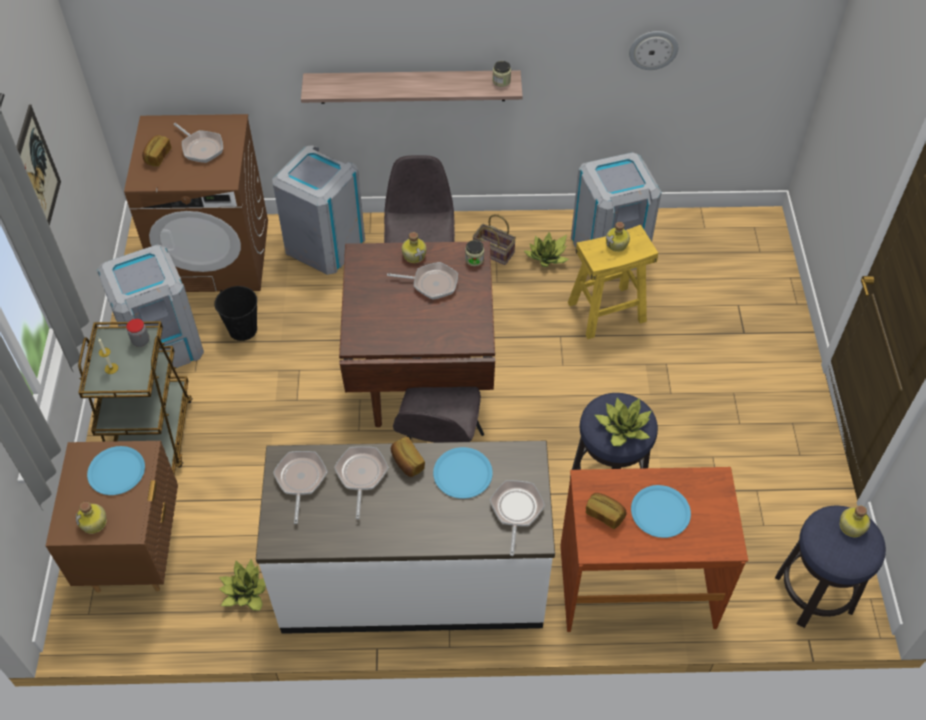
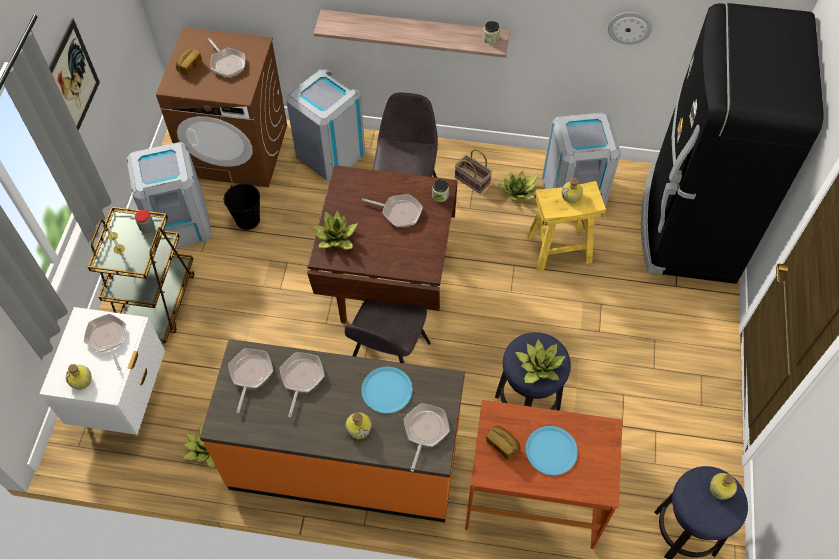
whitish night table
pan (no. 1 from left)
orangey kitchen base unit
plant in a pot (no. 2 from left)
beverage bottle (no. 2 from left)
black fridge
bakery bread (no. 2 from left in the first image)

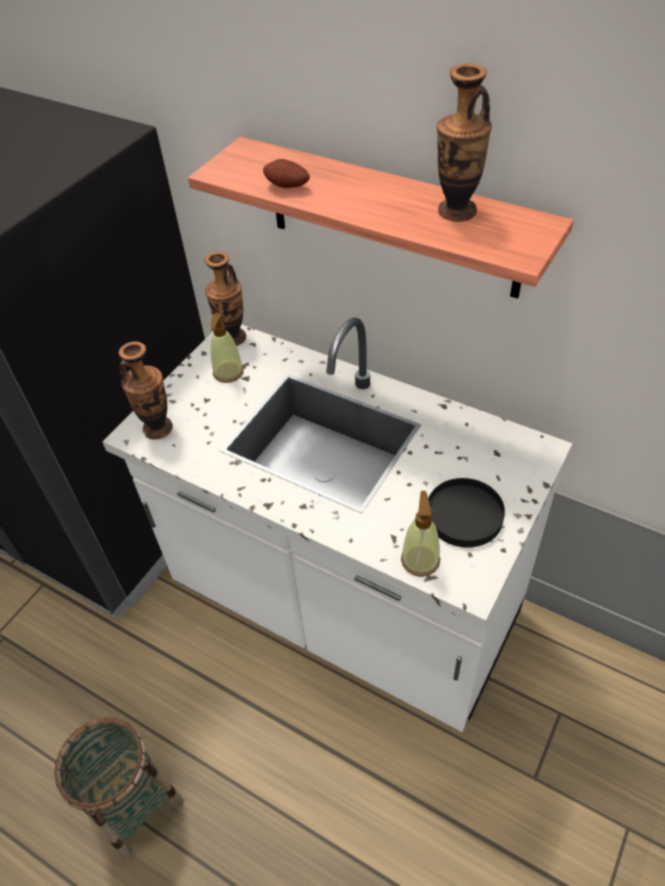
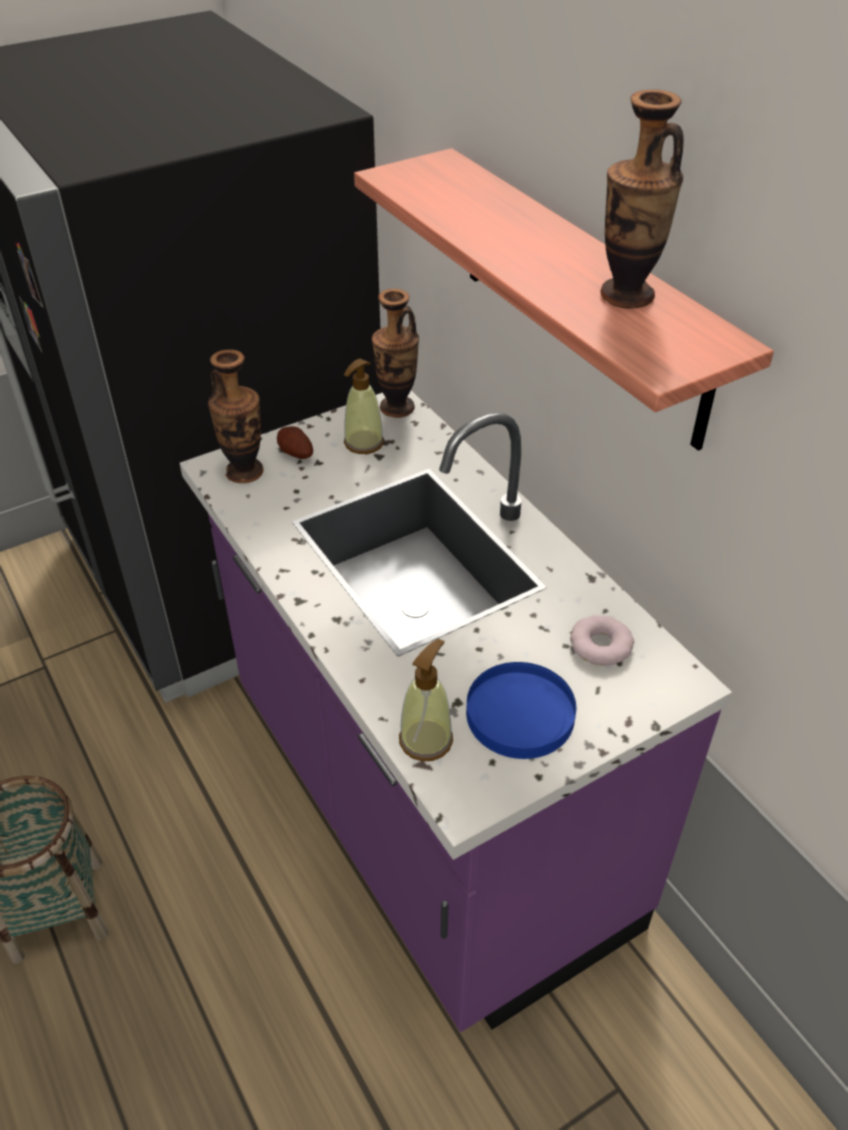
purplish kitchen base unit
potato
bluish plate
donut

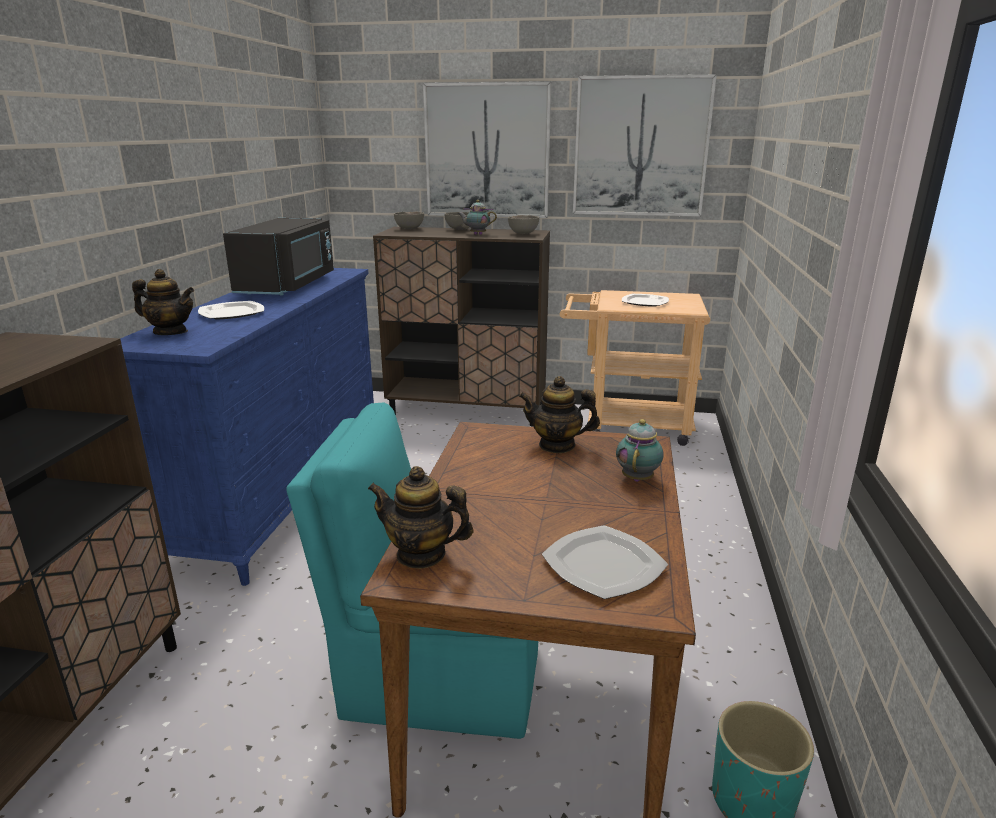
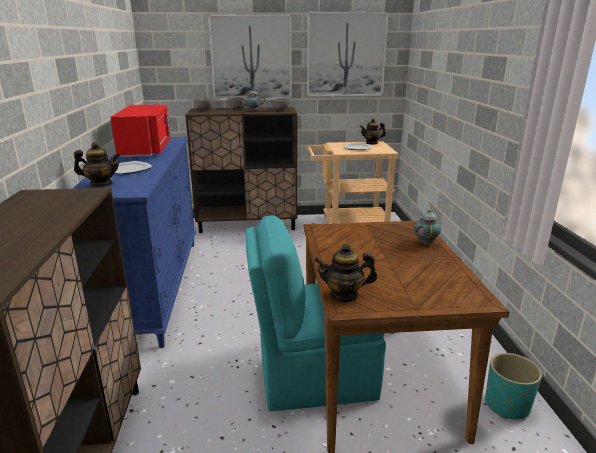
red-coloured kitchen microwave
teapot (no. 4 from left)
plate (no. 2 from left in the first image)

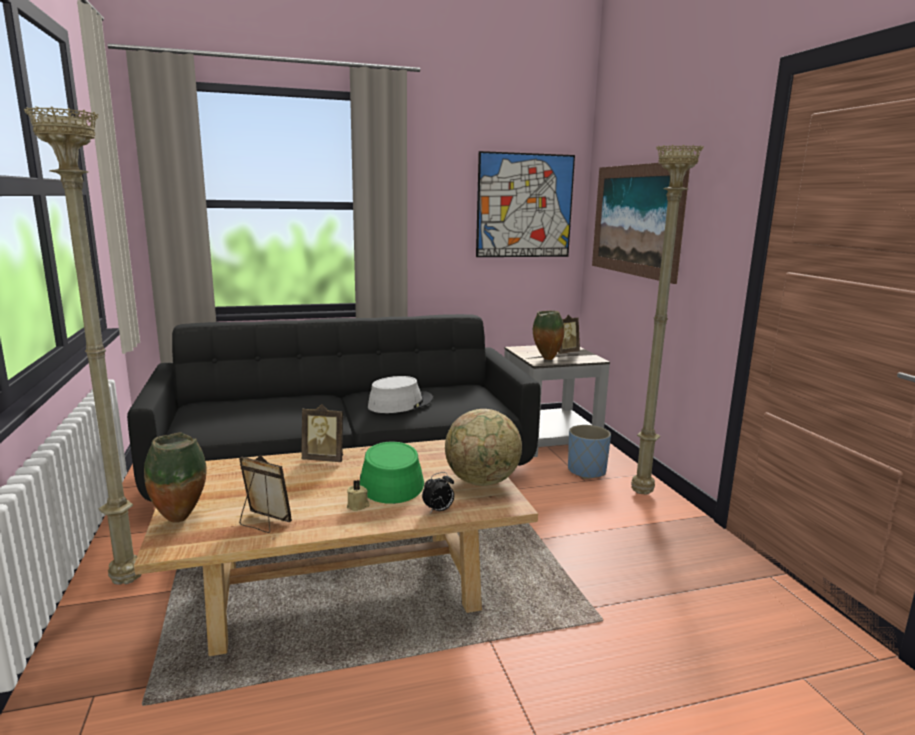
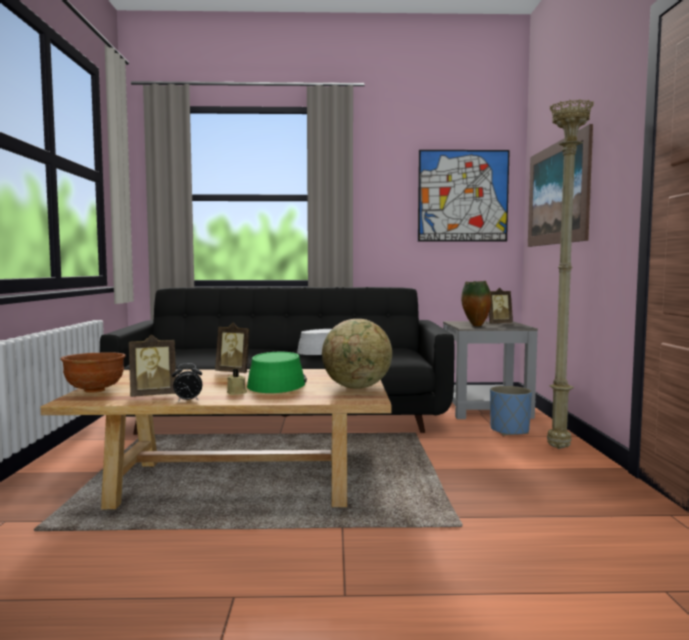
brown-coloured serving bowl
standing frame (no. 1 from left)
bedside clock
beige floor lamp (no. 1 from left in the first image)

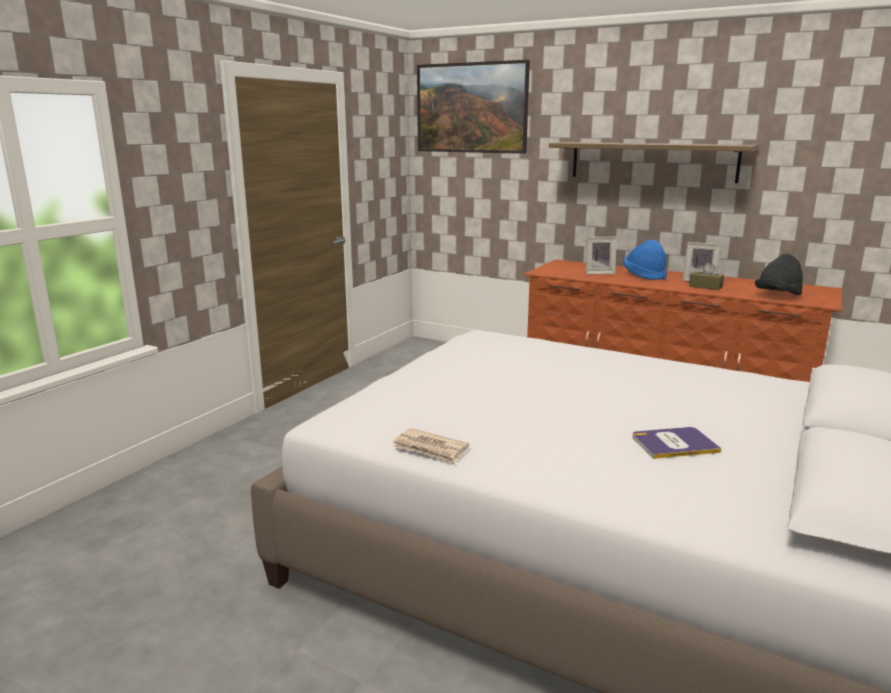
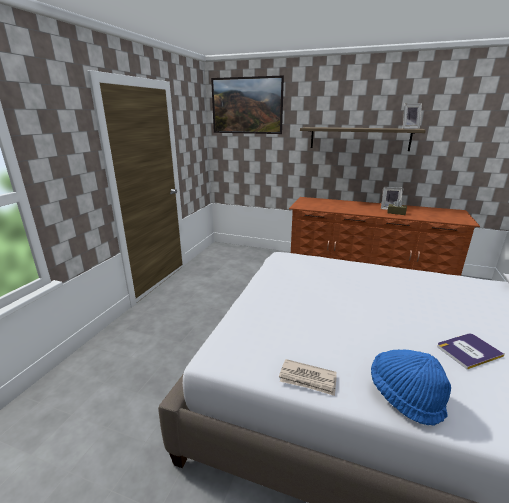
bluish clothing hat
standing frame (no. 2 from left)
black clothing hat

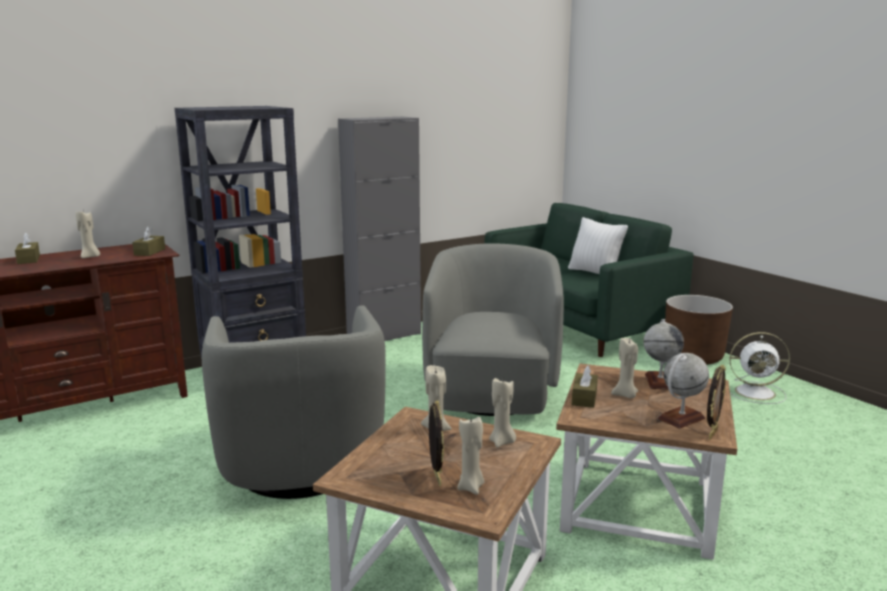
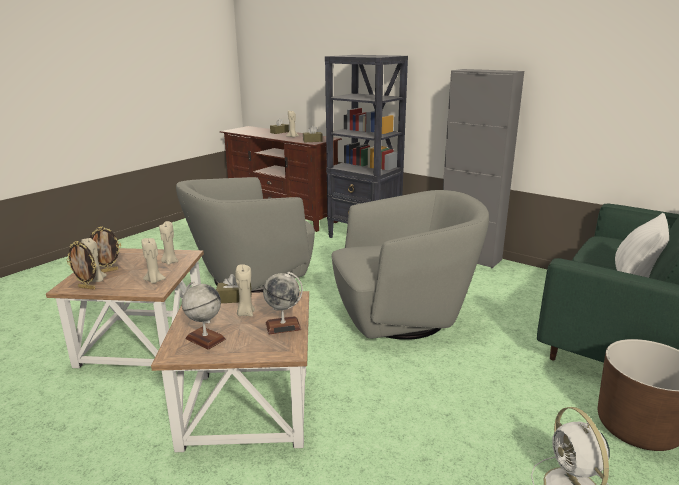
standing frame (no. 1 from left)

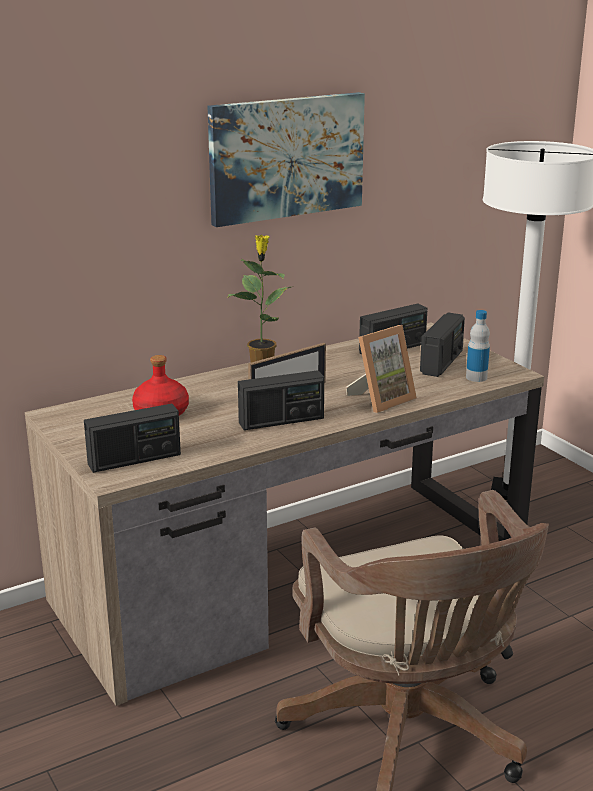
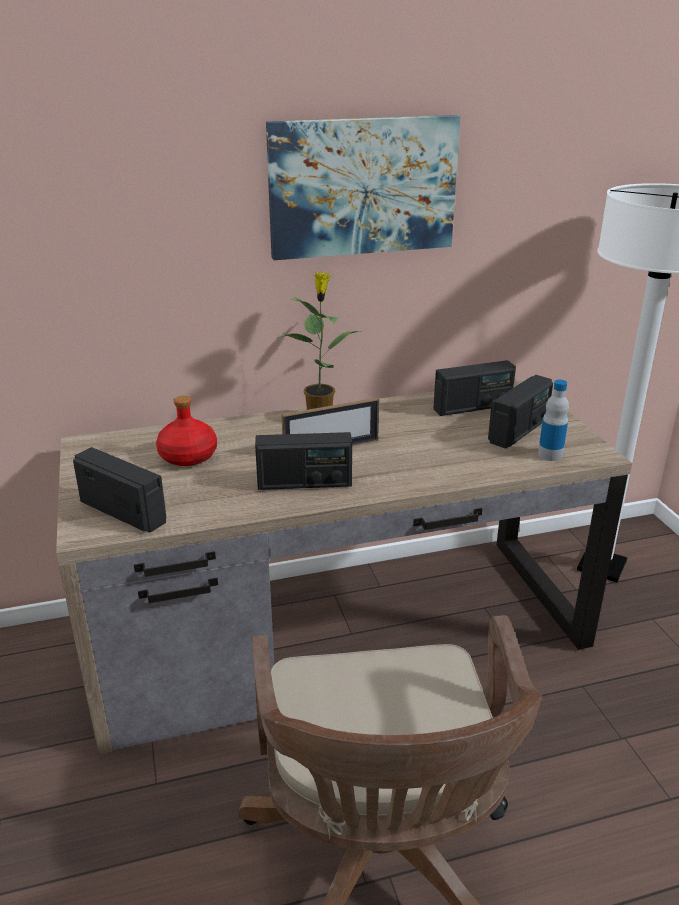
radio receiver (no. 1 from left)
standing frame (no. 2 from left in the first image)

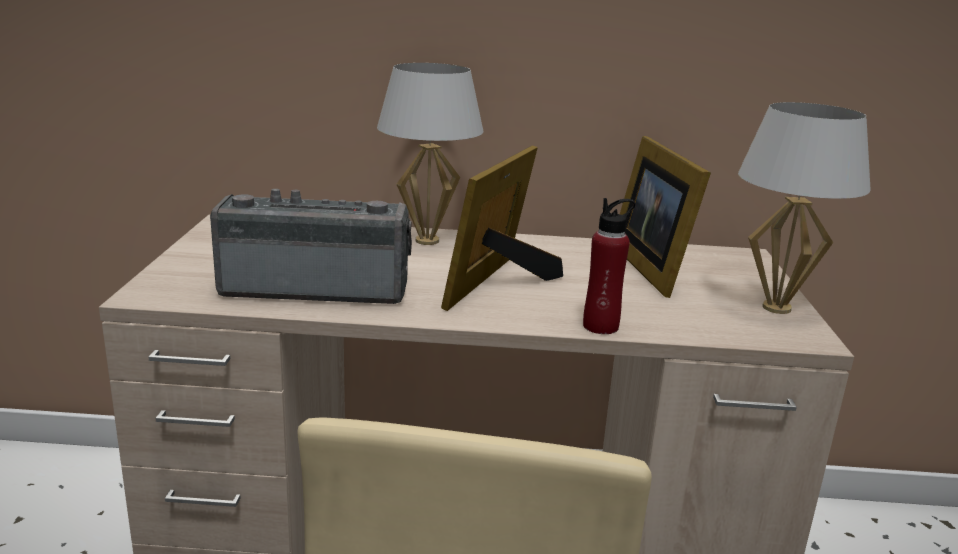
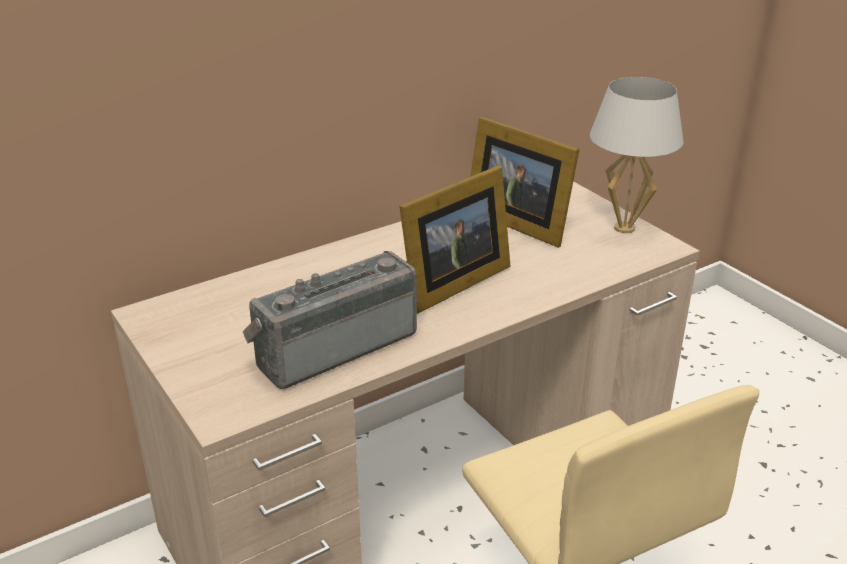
standing frame (no. 1 from left)
whitish tabletop lamp (no. 1 from left in the first image)
red-coloured beverage bottle

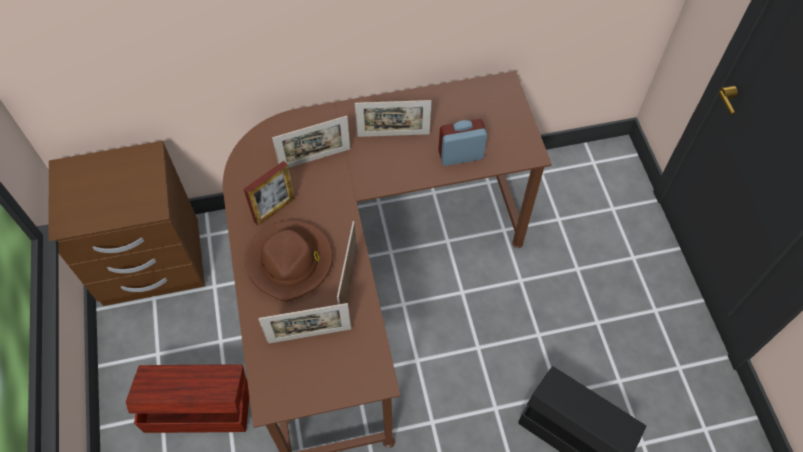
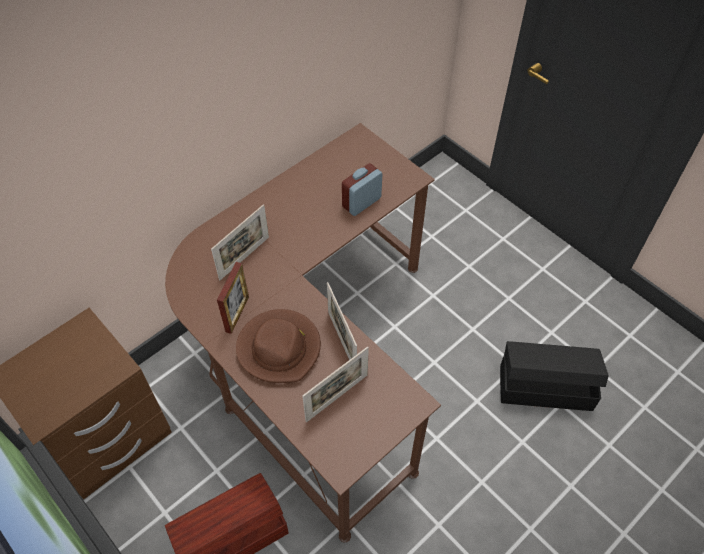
standing frame (no. 5 from left in the first image)

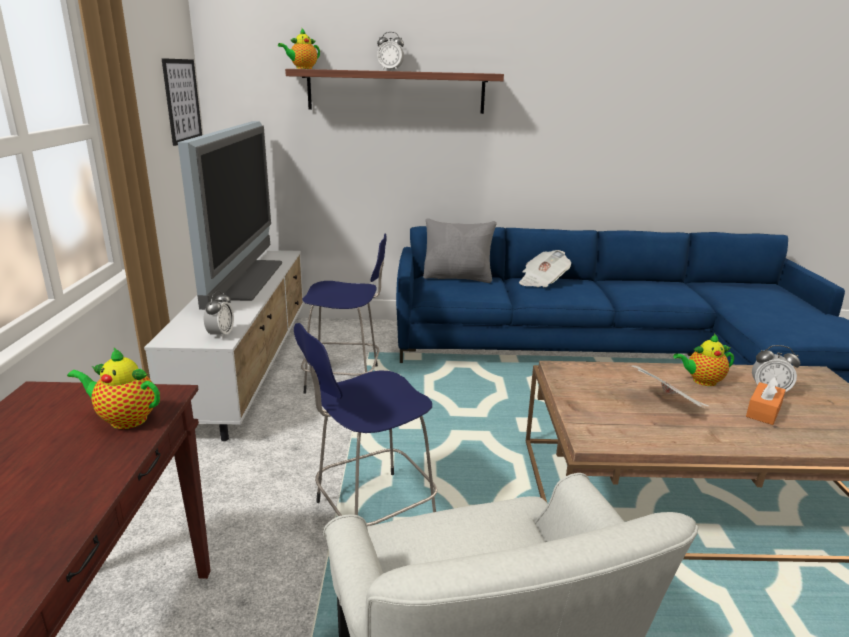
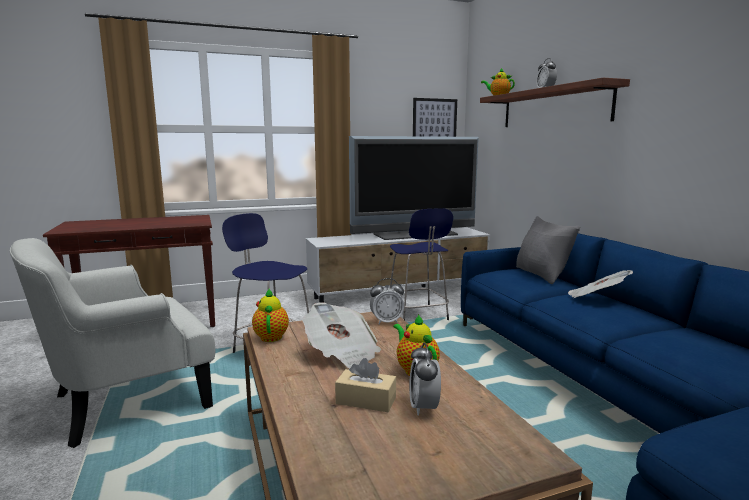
teapot (no. 1 from left)
beige tissue holder
bedside clock (no. 1 from left)

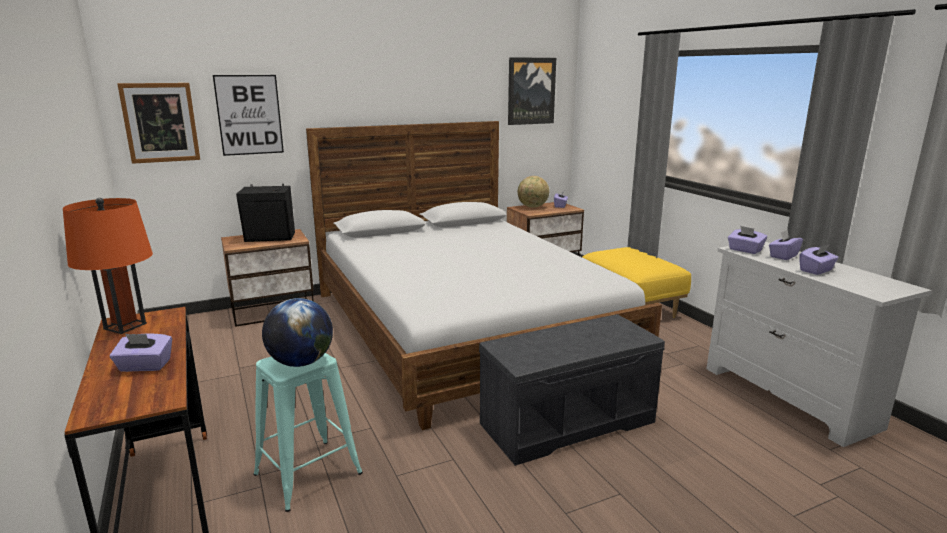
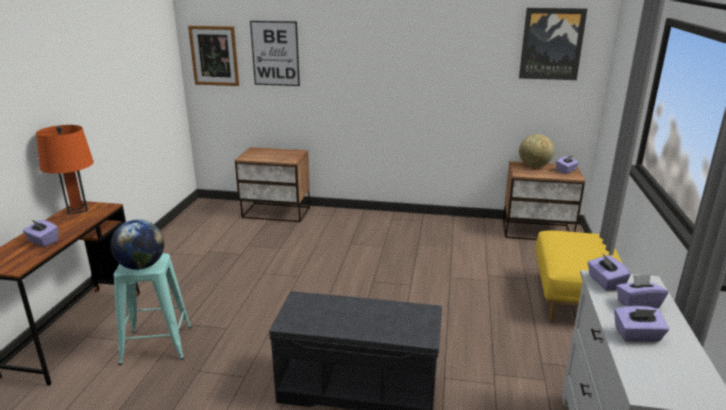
black loudspeaker
bed

